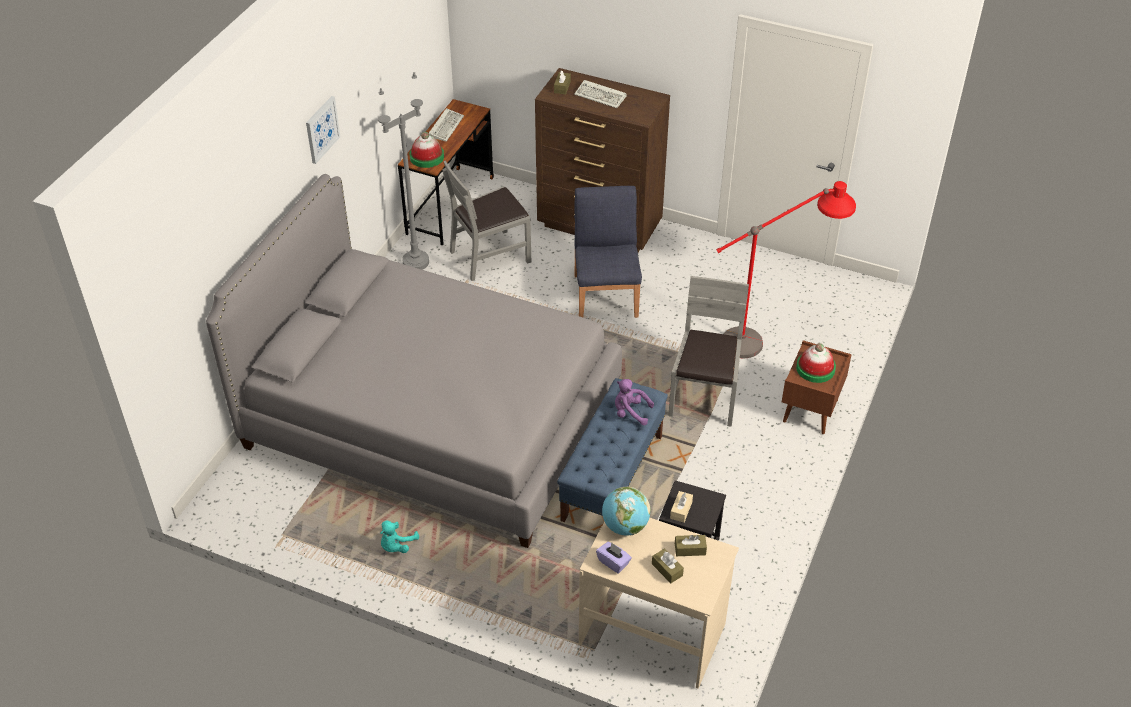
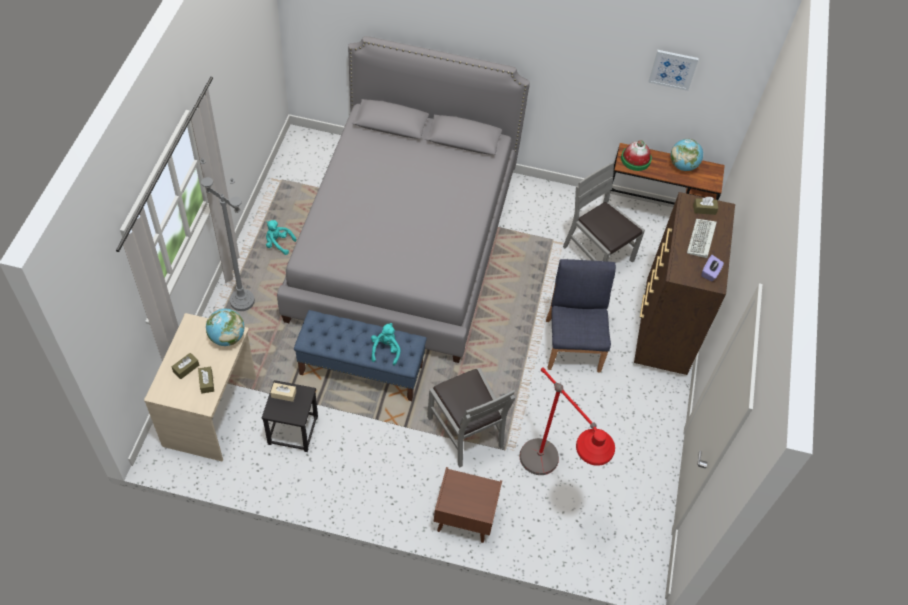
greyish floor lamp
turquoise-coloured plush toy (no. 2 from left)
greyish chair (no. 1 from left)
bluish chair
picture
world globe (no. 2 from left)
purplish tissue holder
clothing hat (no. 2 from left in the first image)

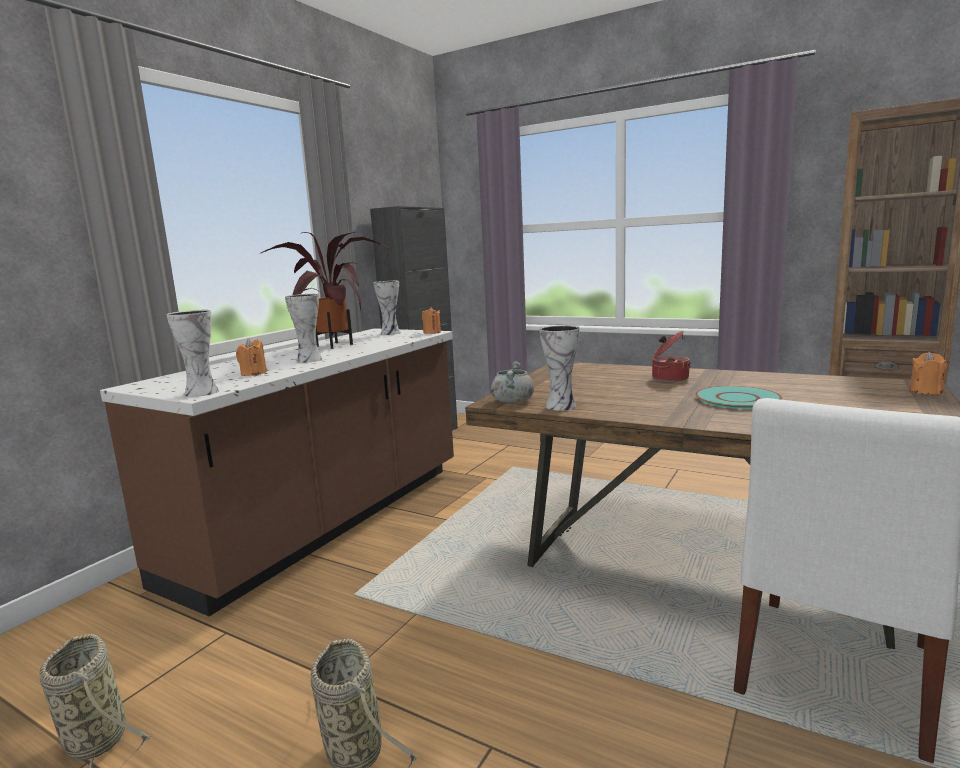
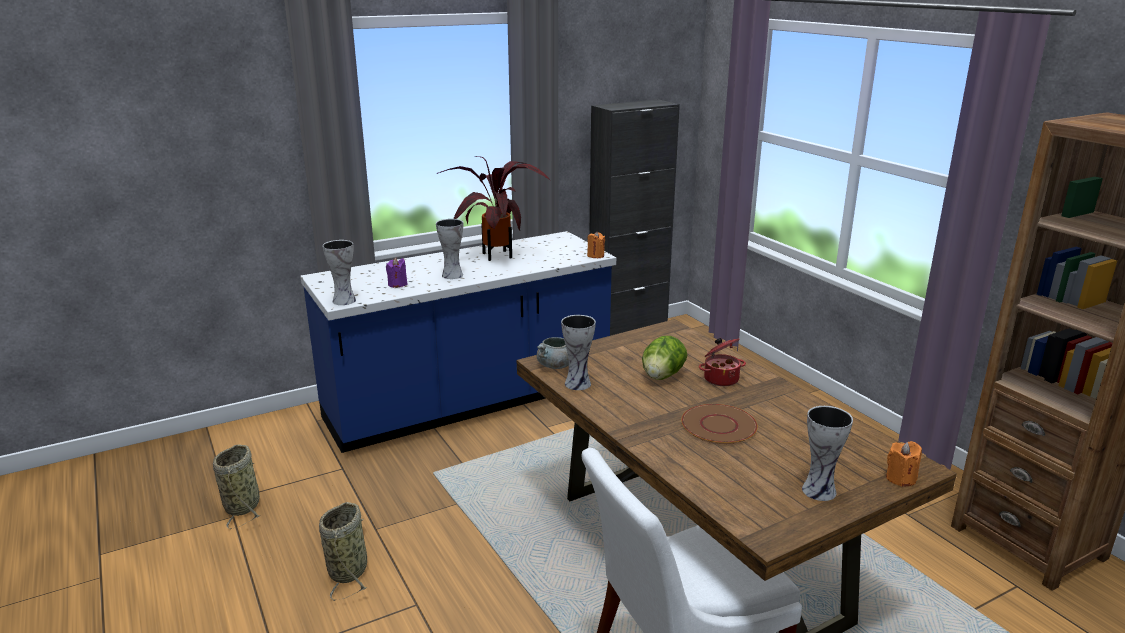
bluish kitchen base unit
purplish wax light
lettuce head
brown-coloured plate
vase (no. 4 from left)

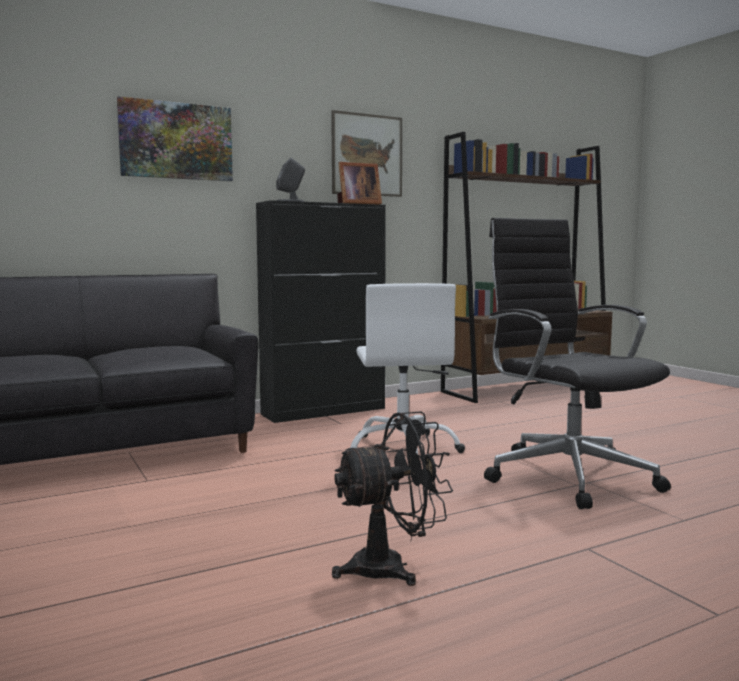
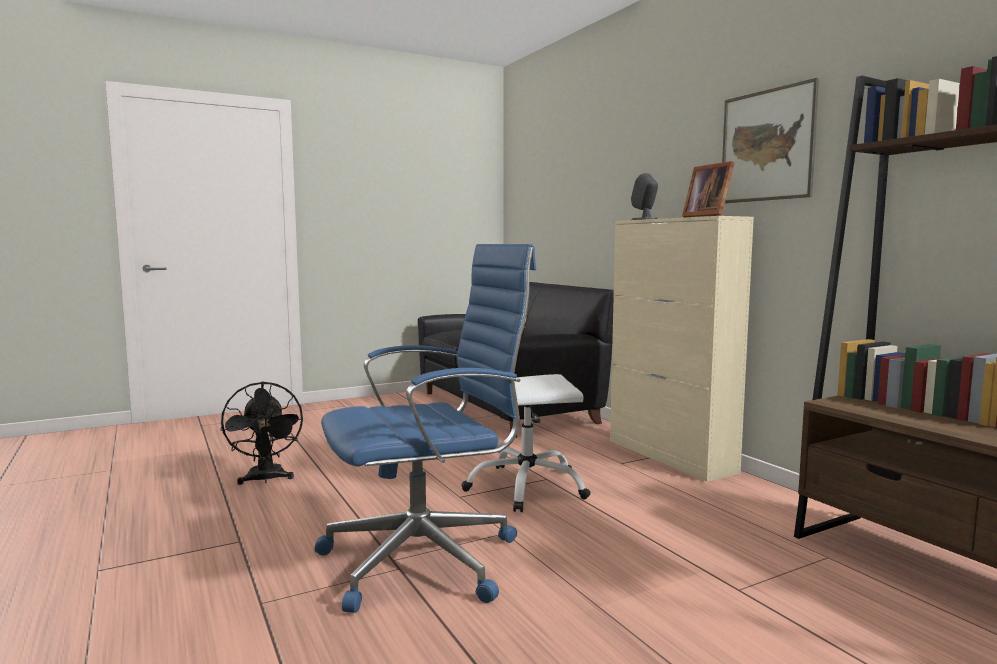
bluish office chair
beige cabinet
picture (no. 1 from left in the first image)

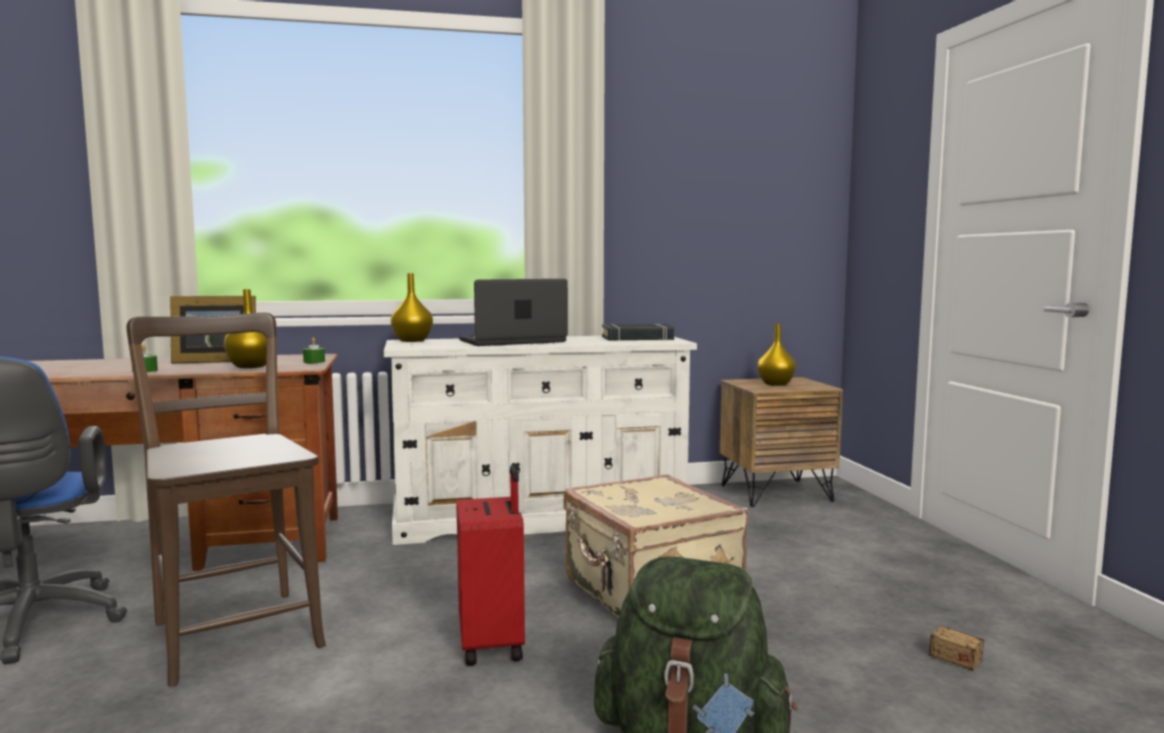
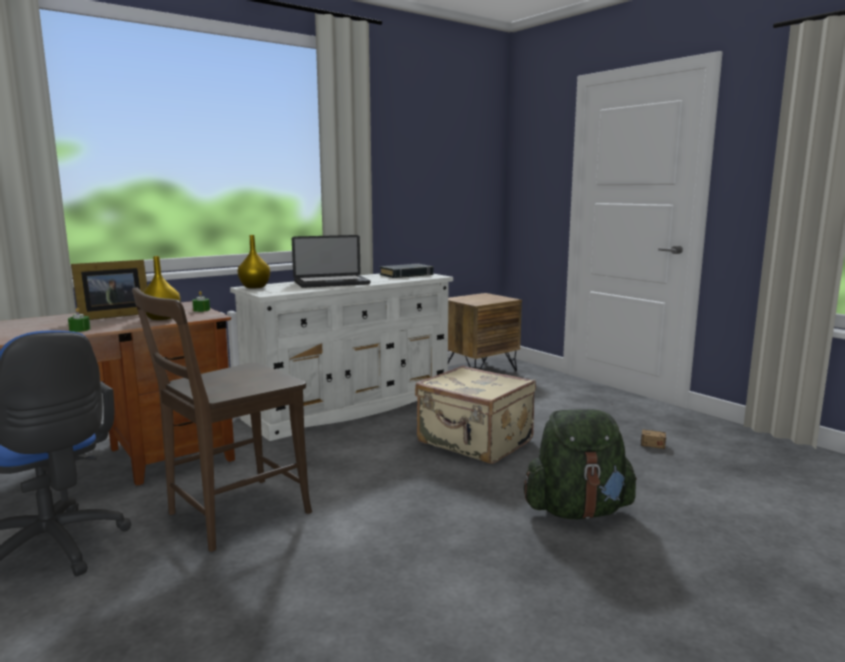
brown-coloured chair
notebook computer
red-coloured travel case
yellowish vase (no. 3 from left in the first image)

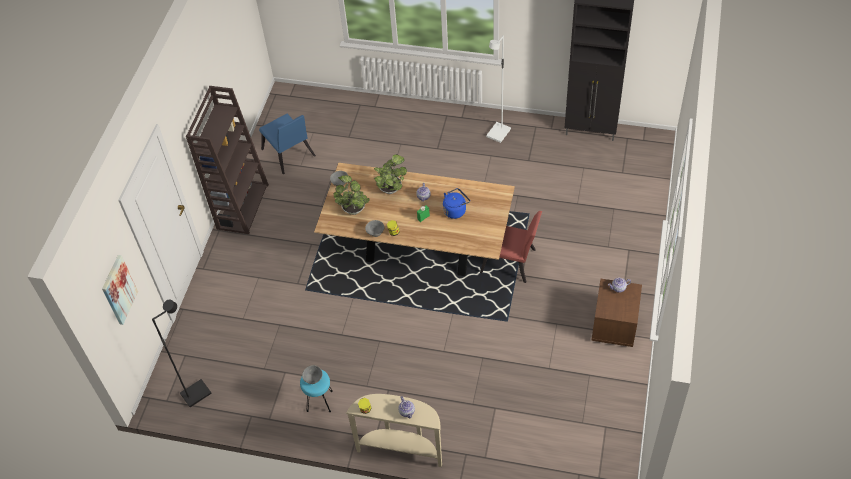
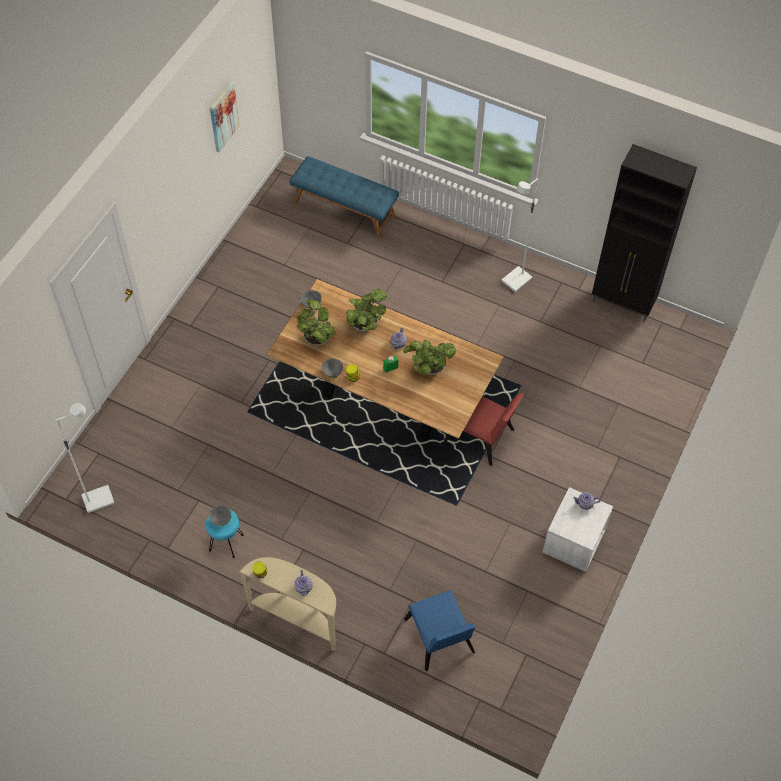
whitish floor lamp (no. 1 from left)
picture
bluish bench
plant in a pot (no. 3 from left)
bluish chair
whitish night table
brown-coloured bookcase

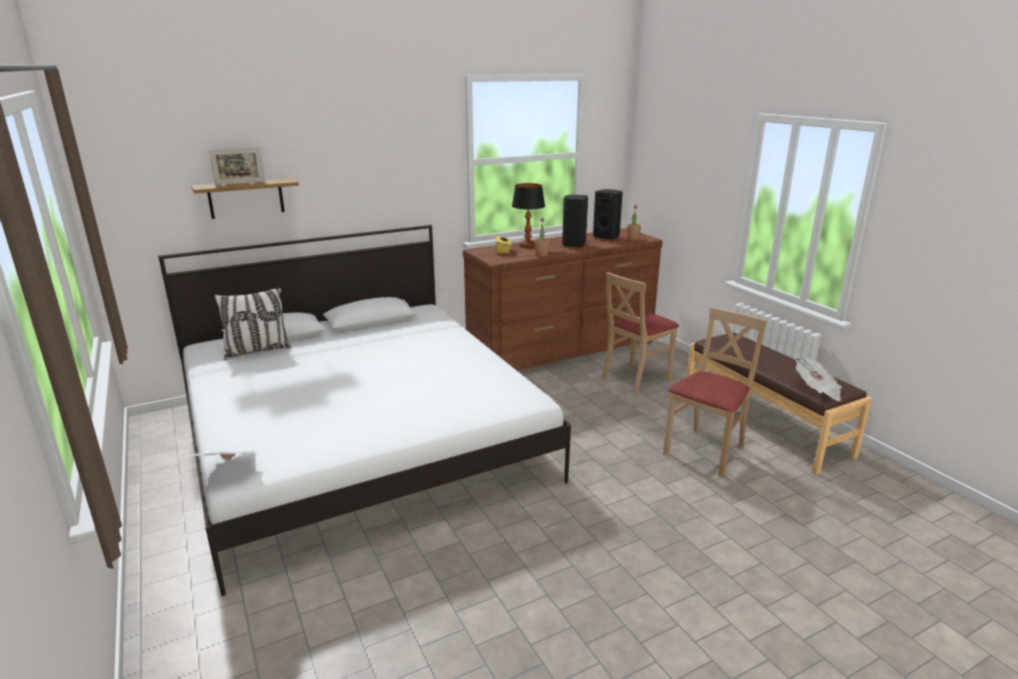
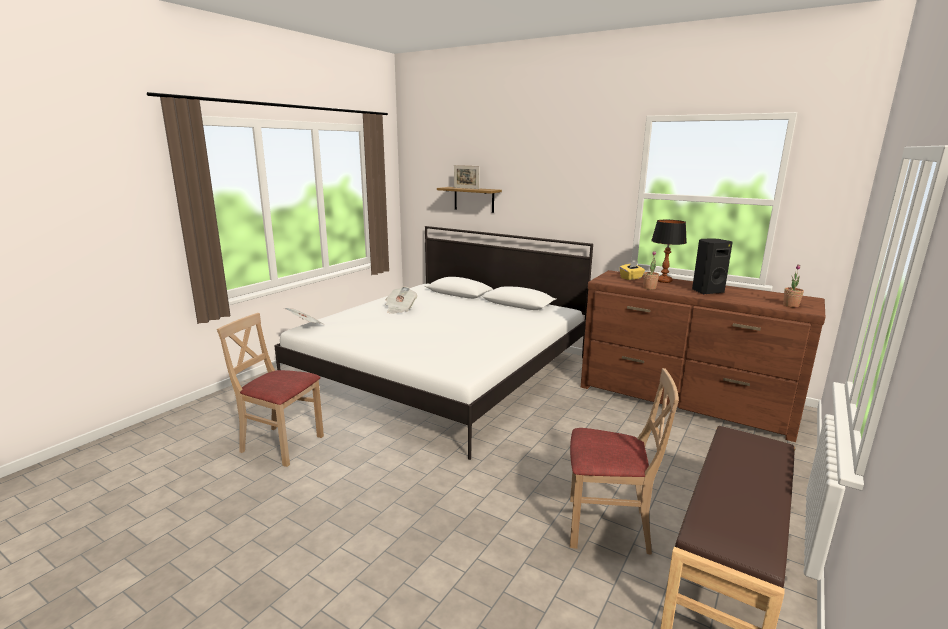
beige chair (no. 1 from left)
printed paper (no. 2 from left)
cushion
black loudspeaker (no. 2 from left in the first image)

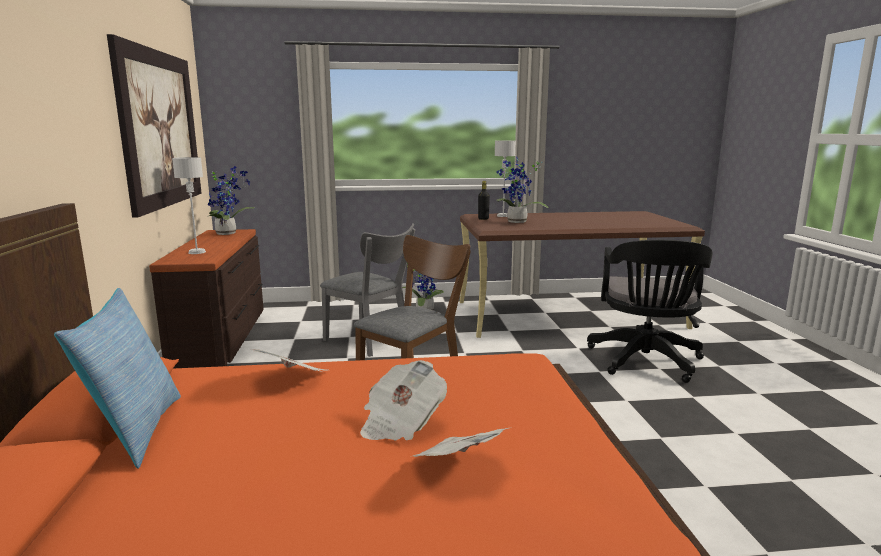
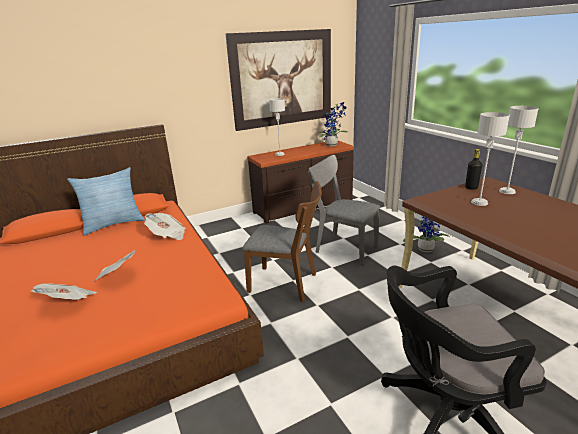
greyish chair
greyish tabletop lamp (no. 2 from left)

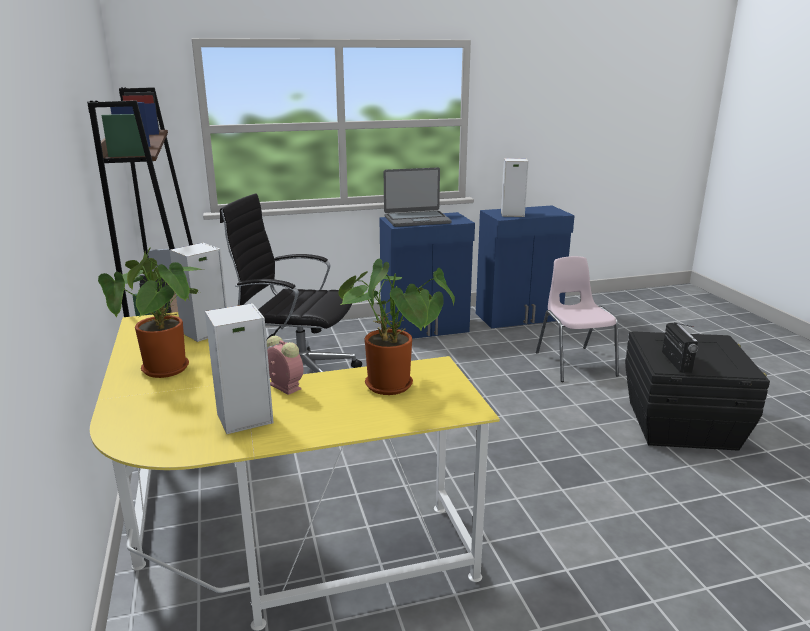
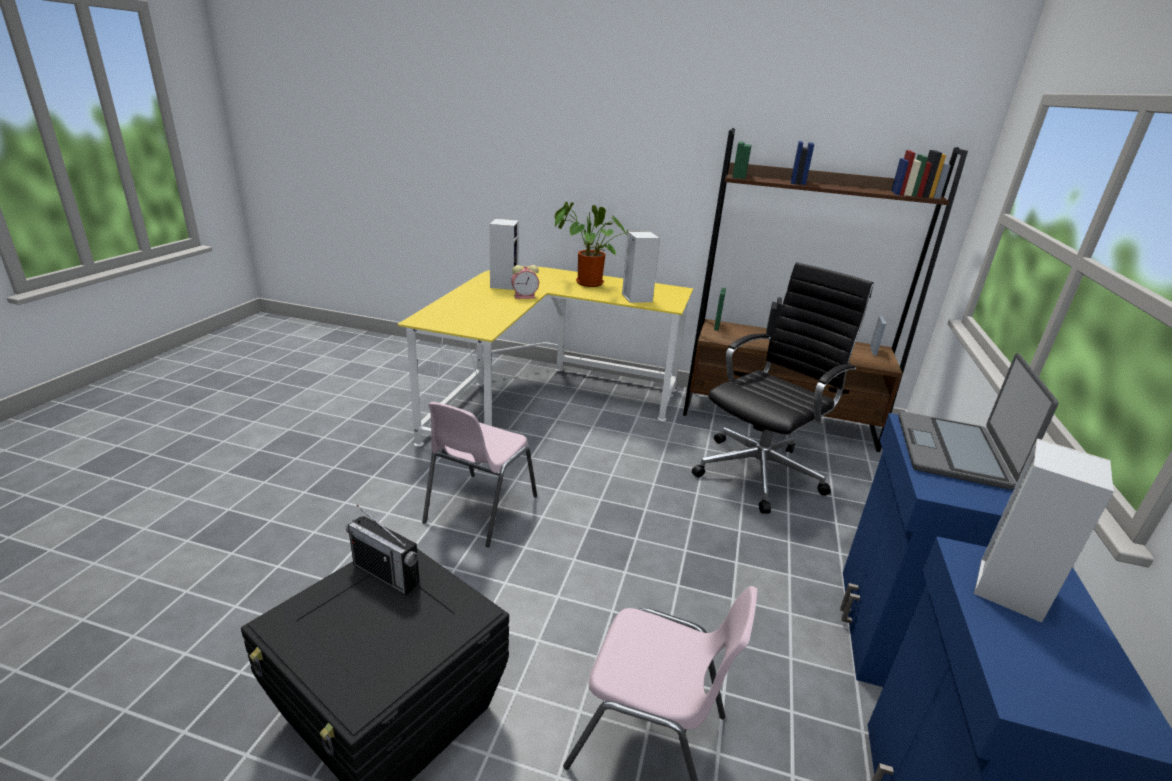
pink-coloured chair (no. 1 from left)
plant in a pot (no. 2 from left in the first image)

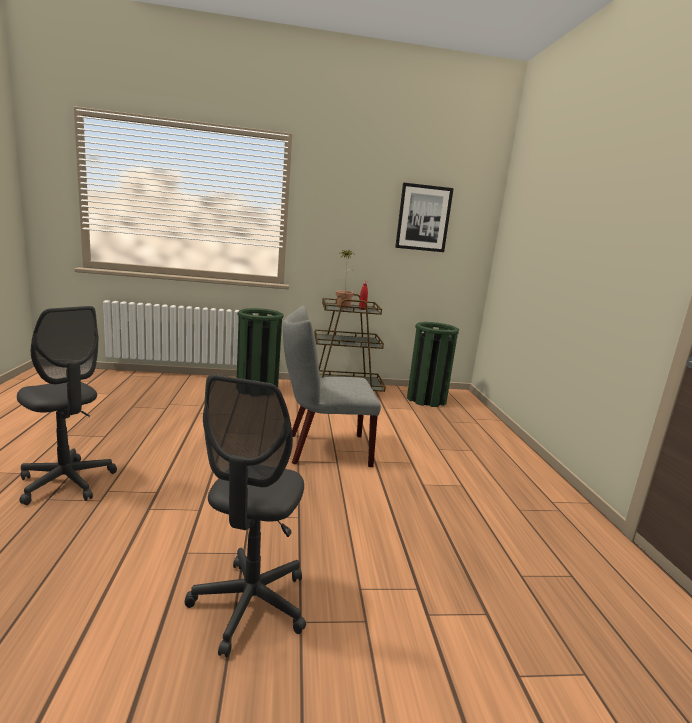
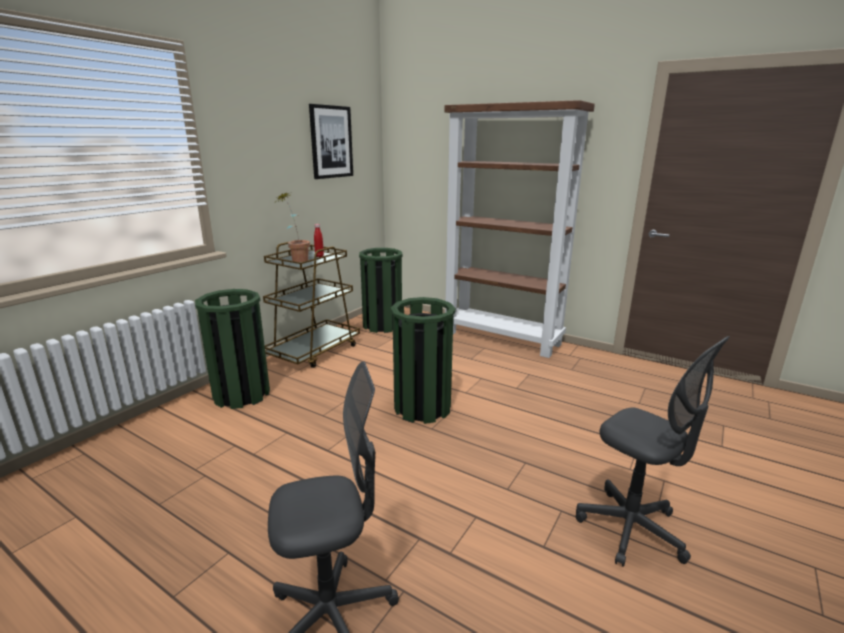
green-coloured trash can (no. 3 from left)
brown-coloured bookcase

